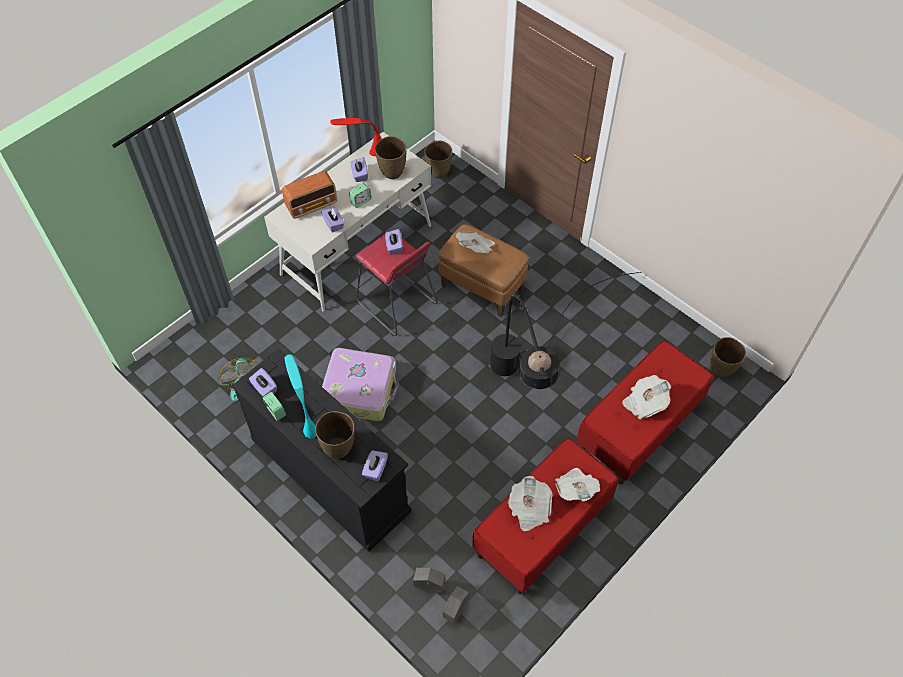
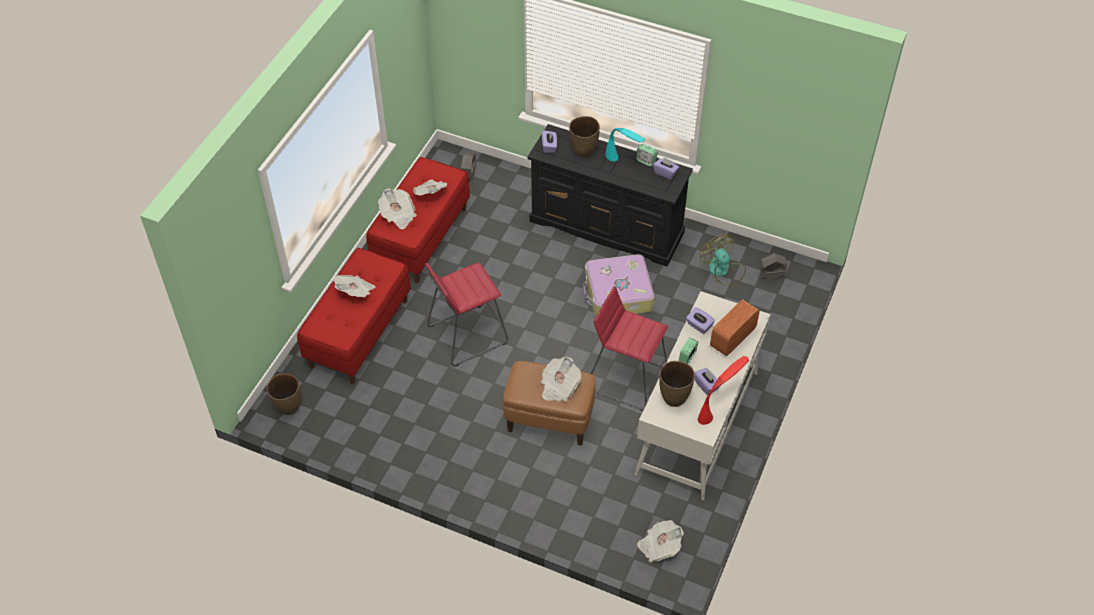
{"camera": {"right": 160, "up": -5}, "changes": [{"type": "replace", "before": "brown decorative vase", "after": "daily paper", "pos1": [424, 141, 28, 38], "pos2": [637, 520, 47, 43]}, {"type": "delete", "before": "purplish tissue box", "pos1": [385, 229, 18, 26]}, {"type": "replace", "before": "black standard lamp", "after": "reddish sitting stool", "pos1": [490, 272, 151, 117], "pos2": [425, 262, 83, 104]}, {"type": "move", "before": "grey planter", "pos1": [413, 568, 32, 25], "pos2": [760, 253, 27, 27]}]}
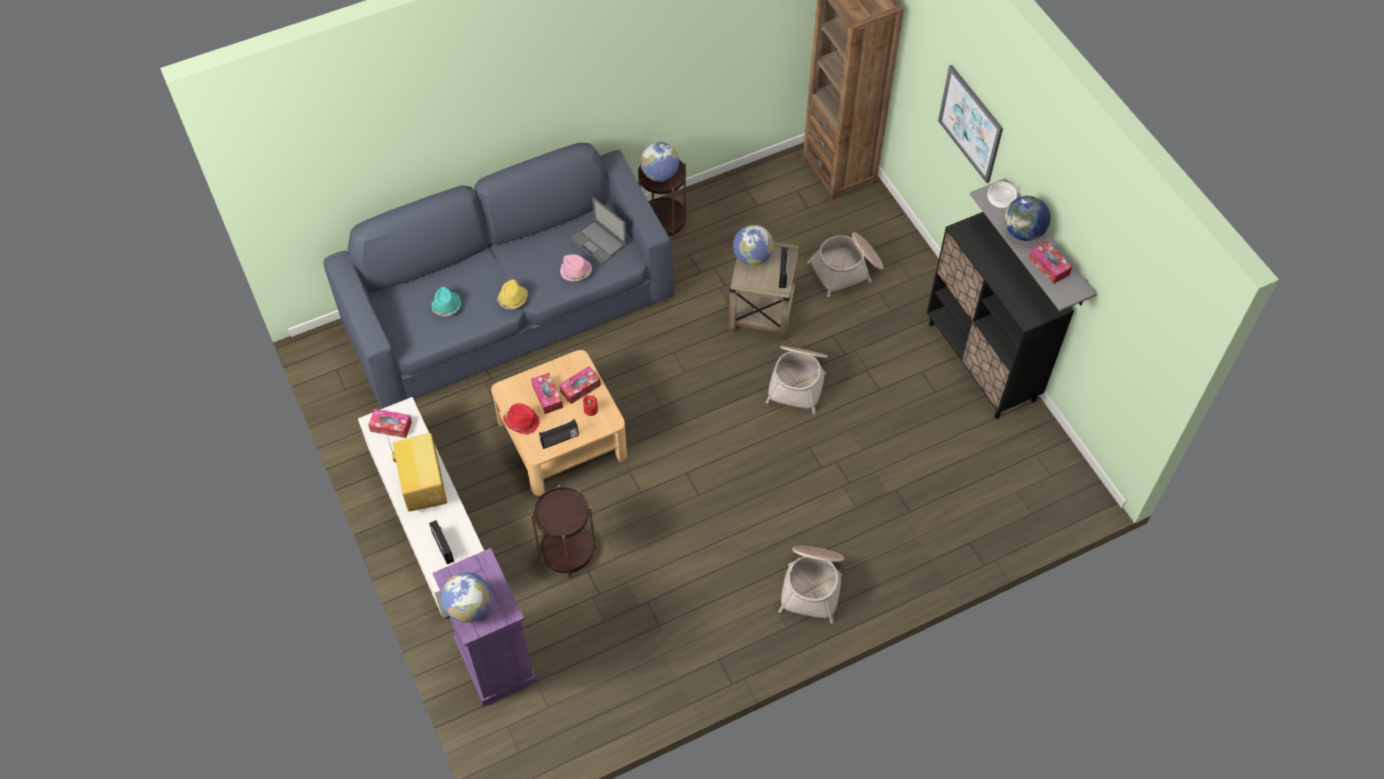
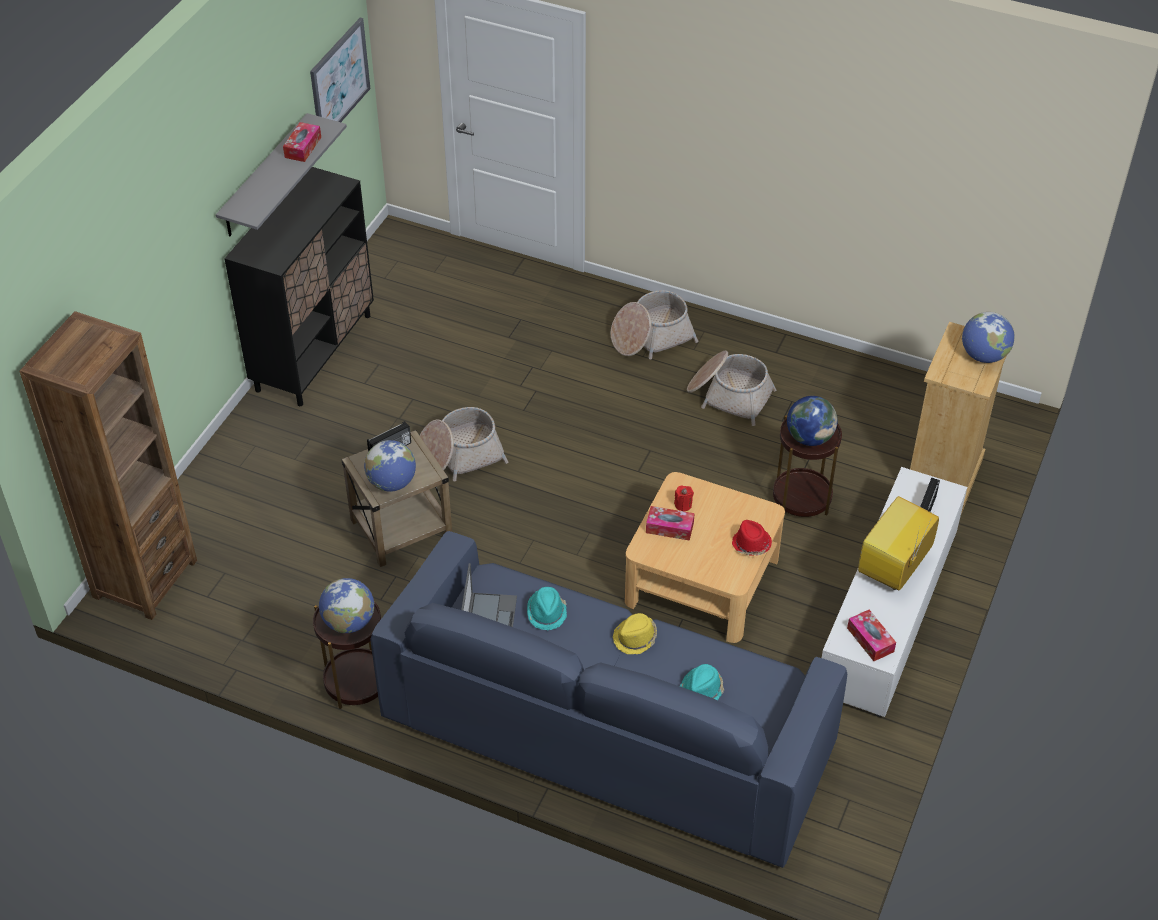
{"camera": {"right": -130, "up": -10}, "changes": [{"type": "move", "before": "wall picture", "pos1": [938, 65, 65, 118], "pos2": [310, 18, 61, 104]}, {"type": "delete", "before": "deep dish", "pos1": [987, 182, 30, 26]}, {"type": "move", "before": "globe", "pos1": [1004, 196, 47, 45], "pos2": [787, 396, 51, 50]}, {"type": "move", "before": "basket", "pos1": [807, 232, 77, 65], "pos2": [687, 351, 89, 75]}, {"type": "recolor", "before": "pink wearable hat", "after": "blue-green wearable hat", "pos1": [560, 254, 32, 28], "pos2": [527, 587, 40, 43]}, {"type": "delete", "before": "tissue box", "pos1": [531, 373, 32, 41]}, {"type": "delete", "before": "radio set", "pos1": [539, 419, 40, 30]}, {"type": "recolor", "before": "purplish chest of drawers", "after": "beige chest of drawers", "pos1": [433, 548, 104, 158], "pos2": [910, 322, 96, 192]}]}
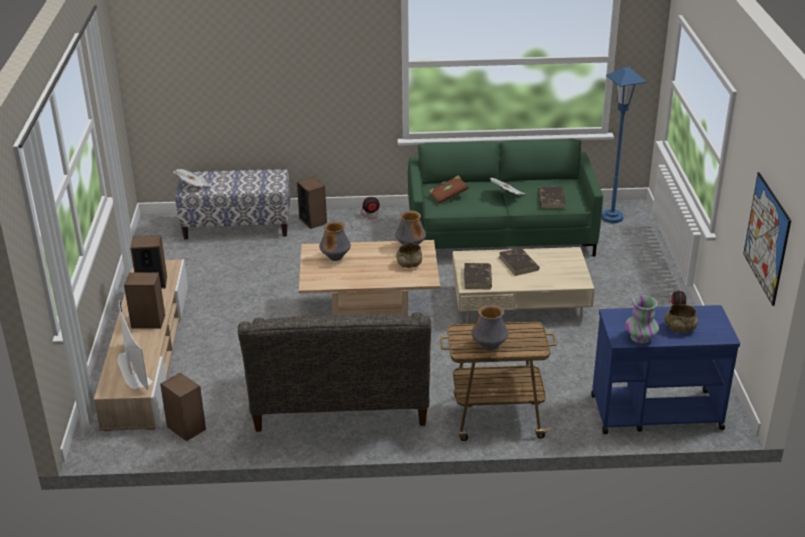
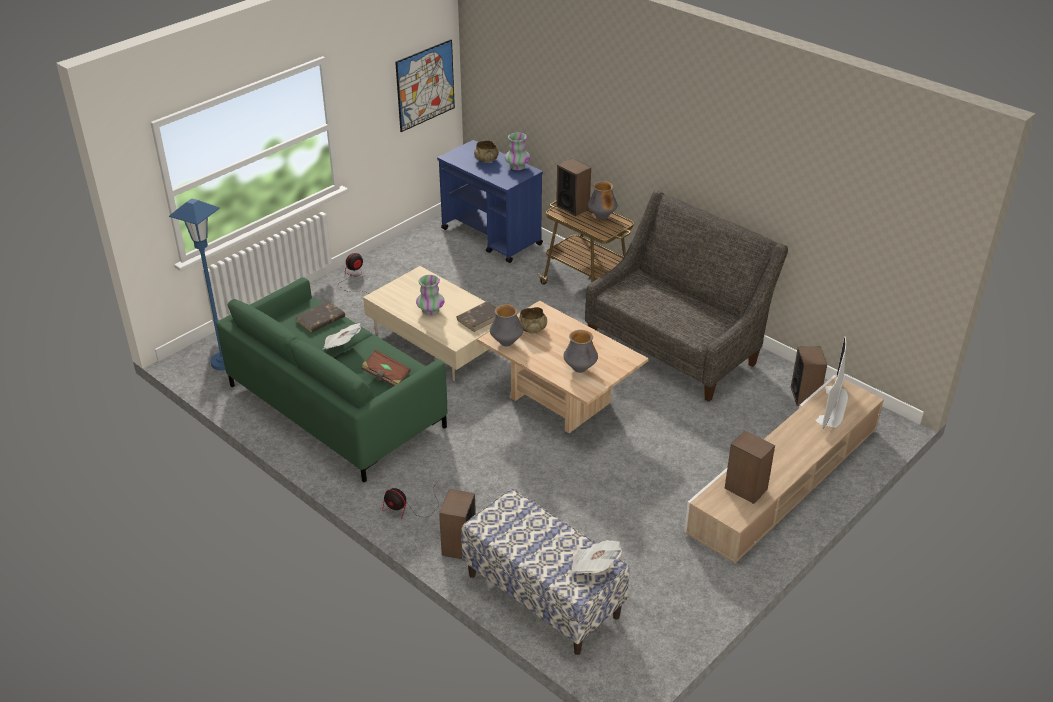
{"camera": {"right": -135, "up": 5}, "changes": [{"type": "replace", "before": "brown book", "after": "decorative vase", "pos1": [499, 248, 41, 28], "pos2": [416, 275, 29, 41]}, {"type": "move", "before": "speaker", "pos1": [124, 272, 41, 57], "pos2": [556, 158, 35, 58]}]}
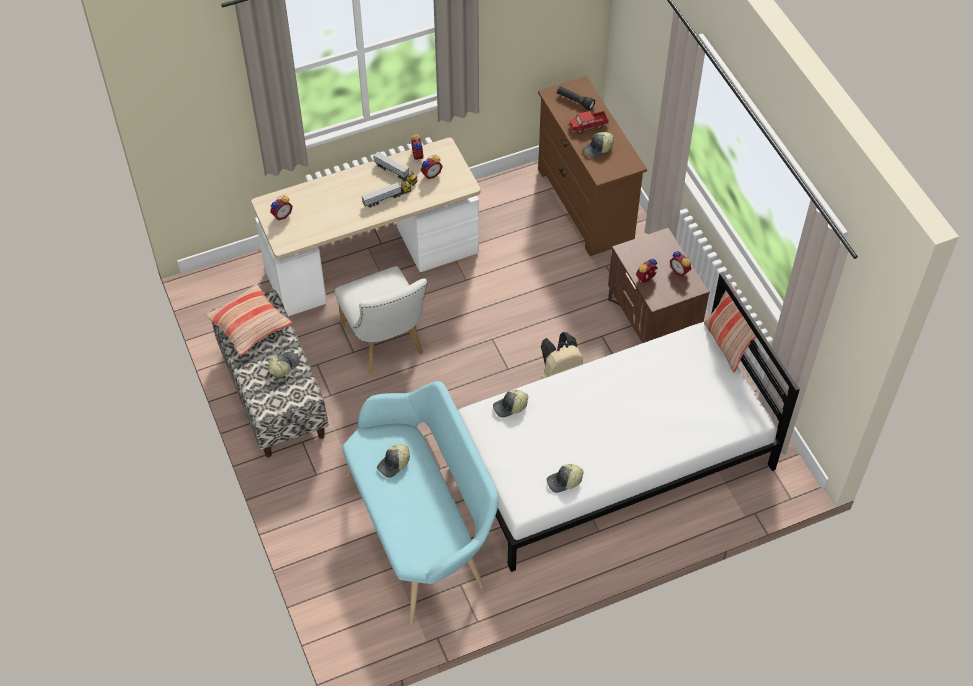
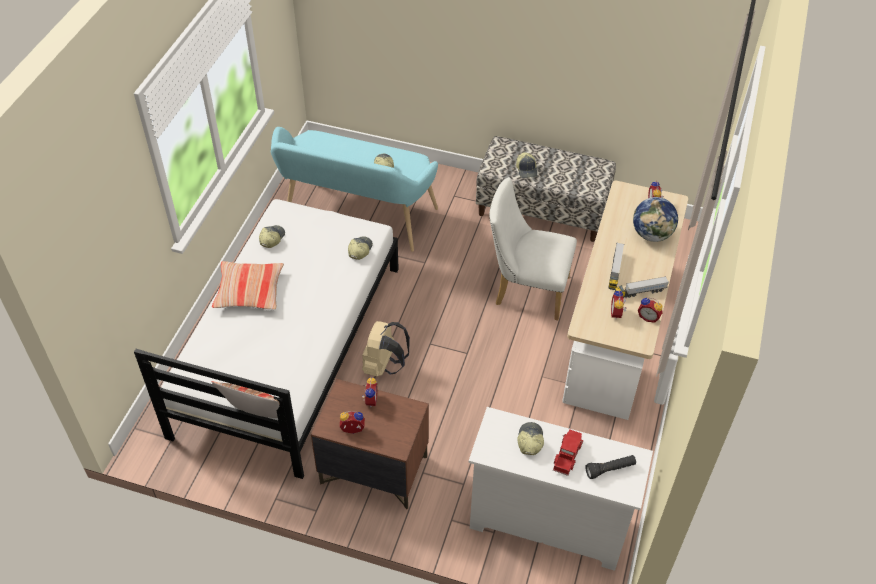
{"camera": {"right": 130, "up": -5}, "changes": [{"type": "recolor", "before": "brown chest of drawers", "after": "whitish chest of drawers", "pos1": [538, 76, 109, 180], "pos2": [468, 407, 185, 164]}, {"type": "move", "before": "throw pillow", "pos1": [205, 284, 87, 72], "pos2": [212, 261, 72, 49]}, {"type": "insert", "after": "globe", "pos2": [633, 197, 45, 45]}]}
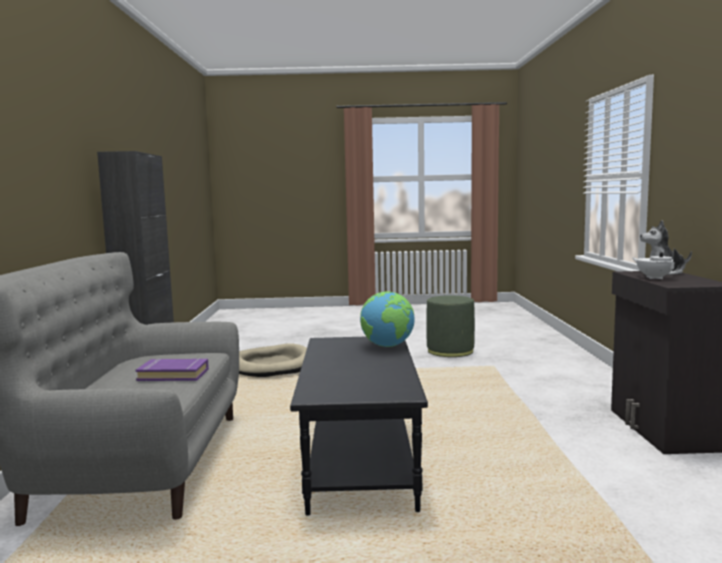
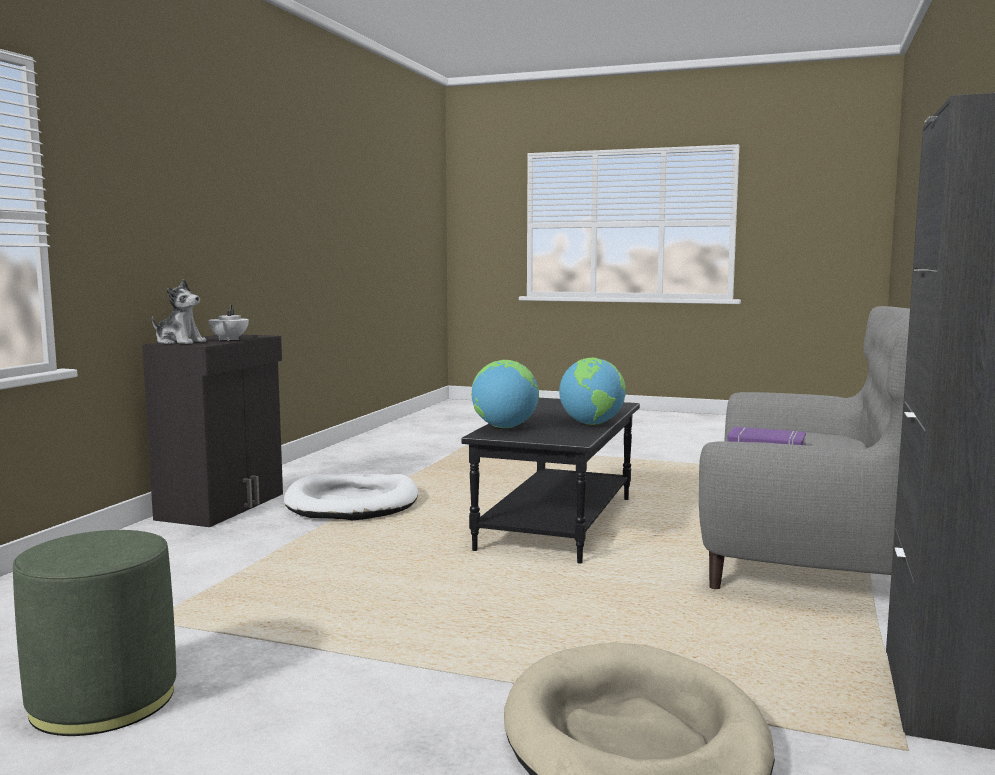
{"camera": {"right": -160, "up": 0}, "changes": [{"type": "insert", "after": "globe", "pos2": [559, 358, 67, 67]}, {"type": "insert", "after": "whitish dog cushion", "pos2": [284, 474, 134, 46]}]}
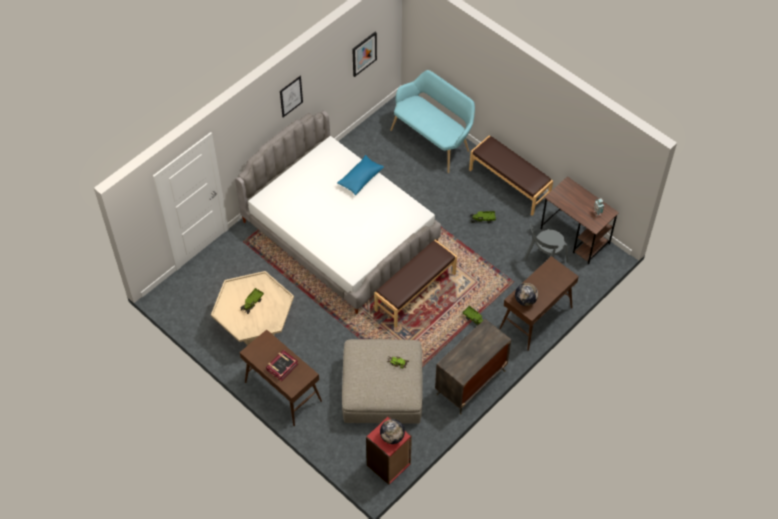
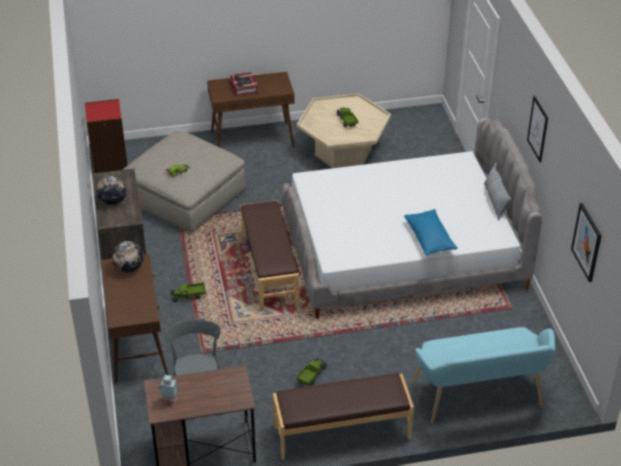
{"camera": {"right": 125, "up": -15}, "changes": [{"type": "move", "before": "globe", "pos1": [380, 419, 25, 25], "pos2": [96, 176, 30, 29]}, {"type": "insert", "after": "throw pillow", "pos2": [484, 163, 27, 57]}]}
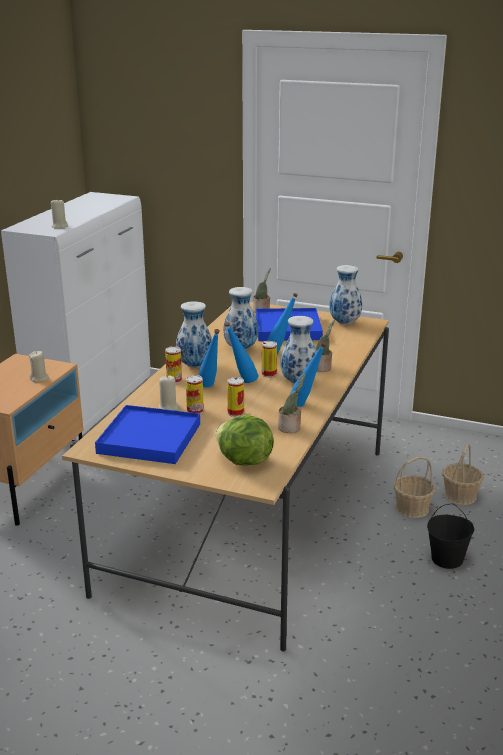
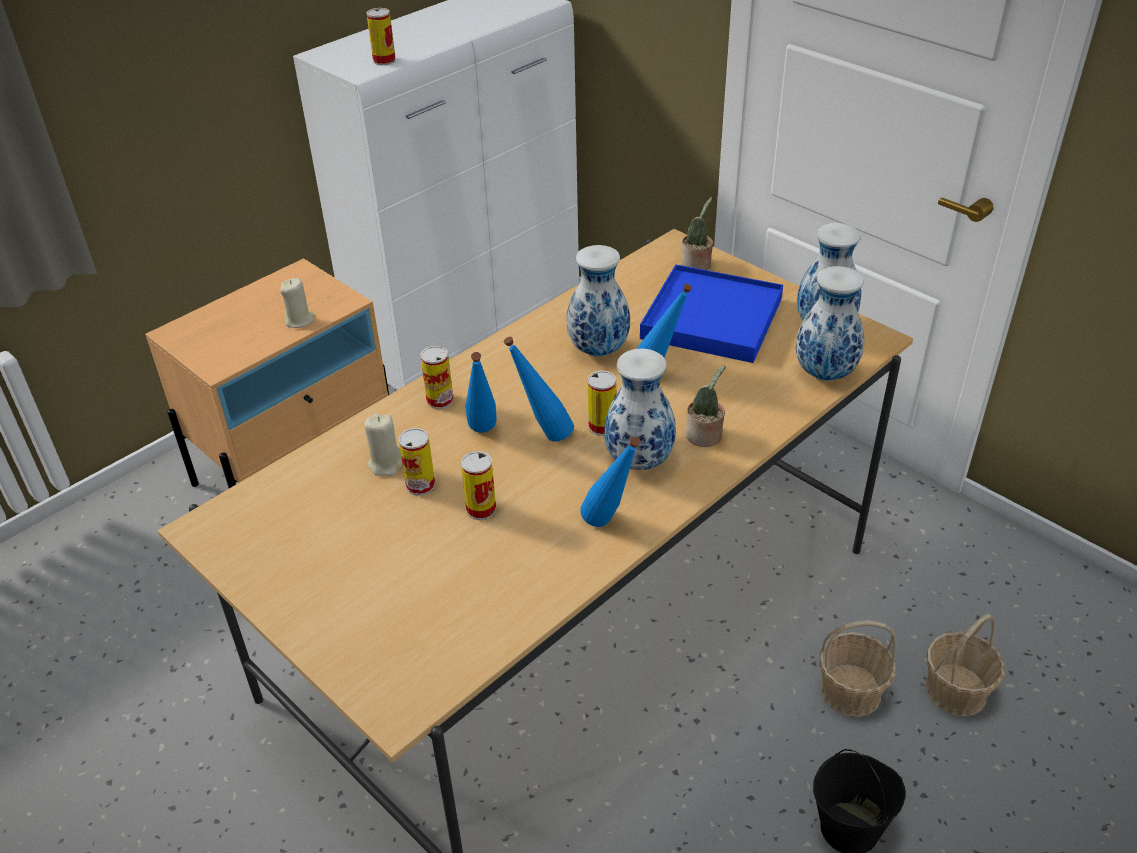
{"camera": {"right": 25, "up": 15}, "changes": [{"type": "replace", "before": "beige candle", "after": "metal can", "pos1": [51, 198, 17, 31], "pos2": [366, 8, 30, 57]}, {"type": "move", "before": "decorative vase", "pos1": [176, 301, 36, 67], "pos2": [796, 266, 68, 115]}, {"type": "delete", "before": "potted plant", "pos1": [278, 373, 27, 60]}, {"type": "delete", "before": "blue carrying tray", "pos1": [95, 405, 105, 59]}, {"type": "delete", "before": "lettuce head", "pos1": [216, 415, 58, 50]}]}
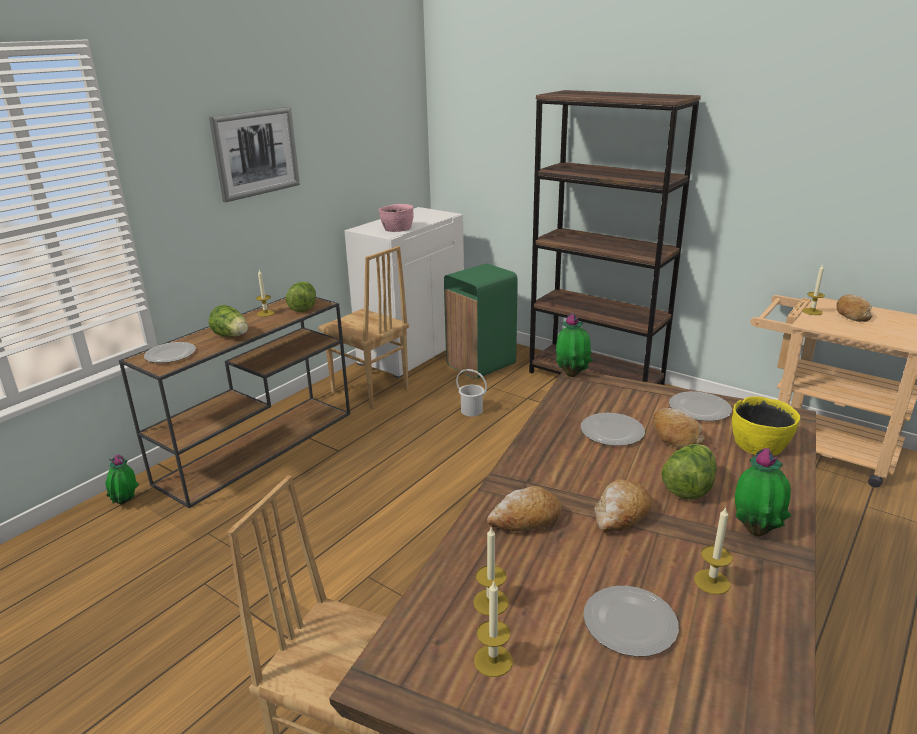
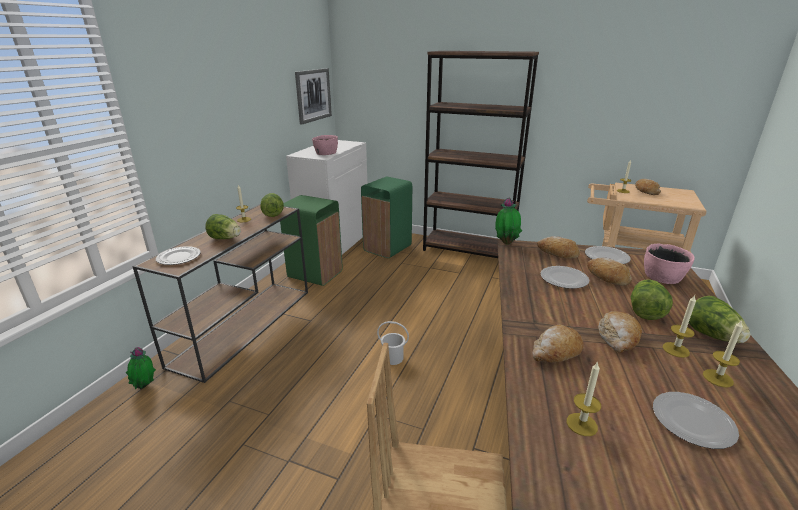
{"camera": {"right": -15, "up": 0}, "changes": [{"type": "move", "before": "wall picture", "pos1": [209, 107, 91, 95], "pos2": [295, 68, 37, 56]}, {"type": "replace", "before": "brown plain chair", "after": "green-coloured rubbish bin", "pos1": [318, 246, 91, 163], "pos2": [280, 195, 62, 91]}, {"type": "move", "before": "whitish bucket", "pos1": [456, 369, 31, 48], "pos2": [377, 321, 32, 44]}, {"type": "recolor", "before": "yellowish deep dish", "after": "pink deep dish", "pos1": [732, 397, 68, 58], "pos2": [644, 244, 51, 40]}, {"type": "replace", "before": "potted plant", "after": "lettuce head", "pos1": [735, 448, 56, 88], "pos2": [689, 296, 61, 47]}, {"type": "move", "before": "candle", "pos1": [474, 581, 39, 96], "pos2": [663, 295, 33, 63]}, {"type": "insert", "after": "bread", "pos2": [537, 236, 43, 23]}]}
